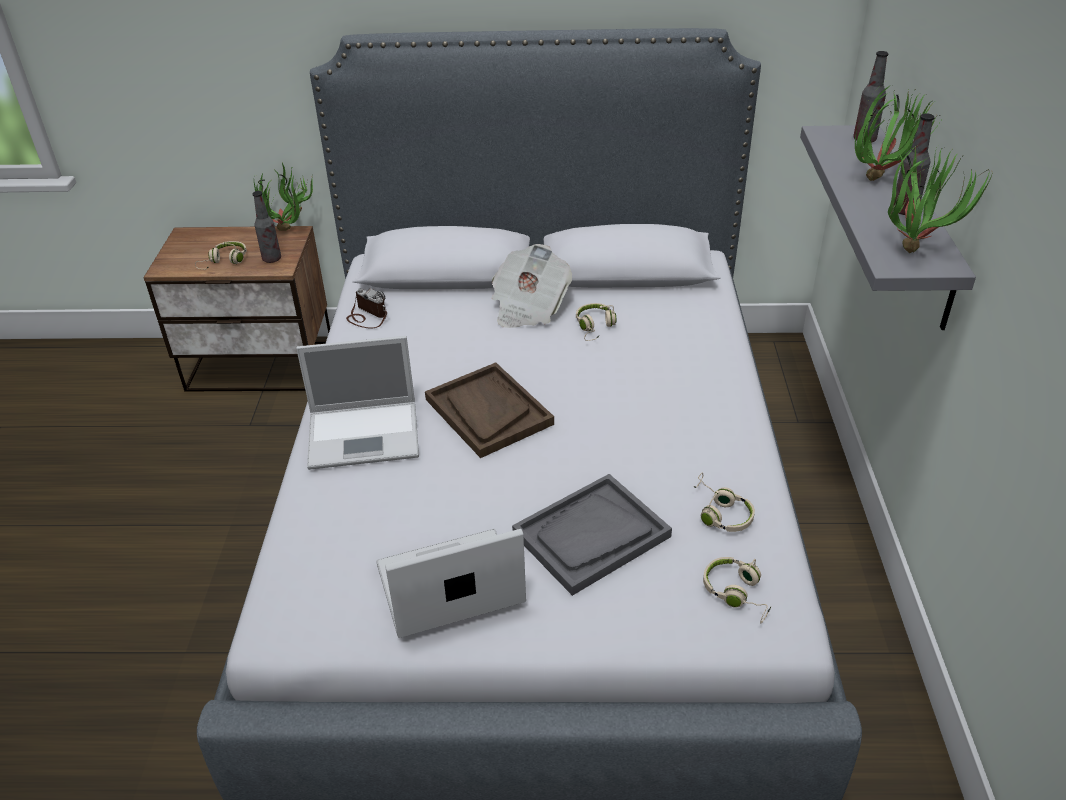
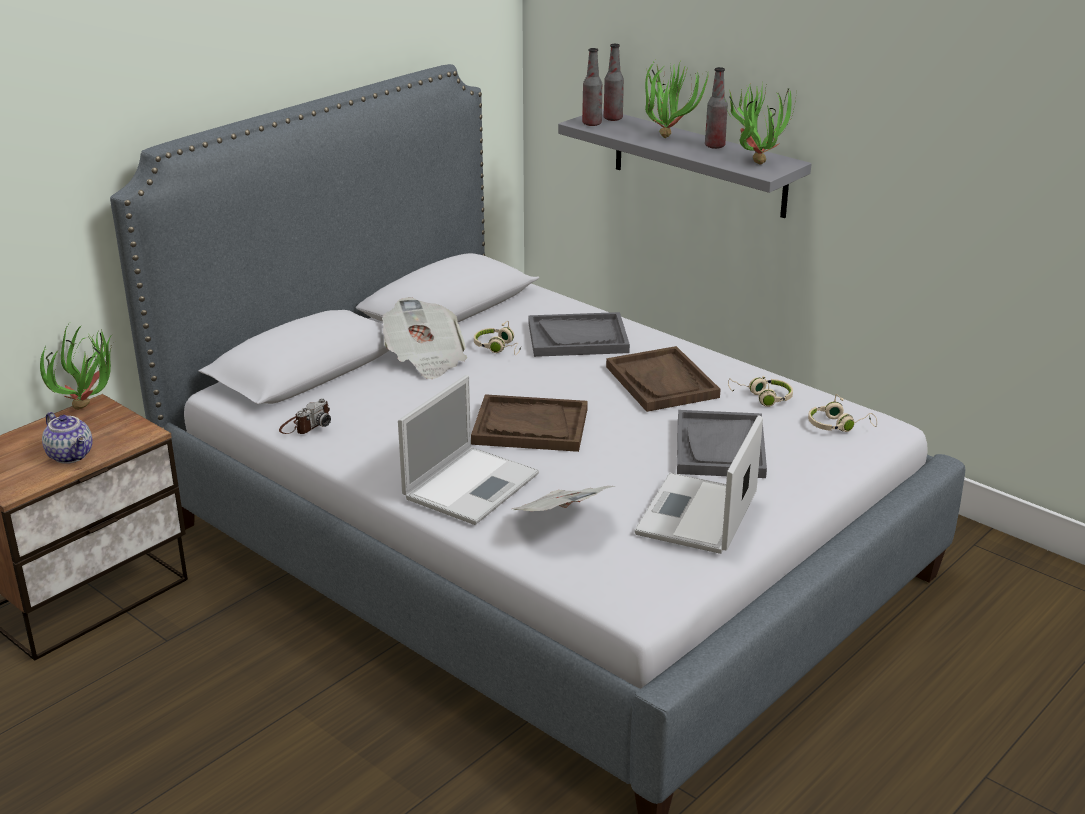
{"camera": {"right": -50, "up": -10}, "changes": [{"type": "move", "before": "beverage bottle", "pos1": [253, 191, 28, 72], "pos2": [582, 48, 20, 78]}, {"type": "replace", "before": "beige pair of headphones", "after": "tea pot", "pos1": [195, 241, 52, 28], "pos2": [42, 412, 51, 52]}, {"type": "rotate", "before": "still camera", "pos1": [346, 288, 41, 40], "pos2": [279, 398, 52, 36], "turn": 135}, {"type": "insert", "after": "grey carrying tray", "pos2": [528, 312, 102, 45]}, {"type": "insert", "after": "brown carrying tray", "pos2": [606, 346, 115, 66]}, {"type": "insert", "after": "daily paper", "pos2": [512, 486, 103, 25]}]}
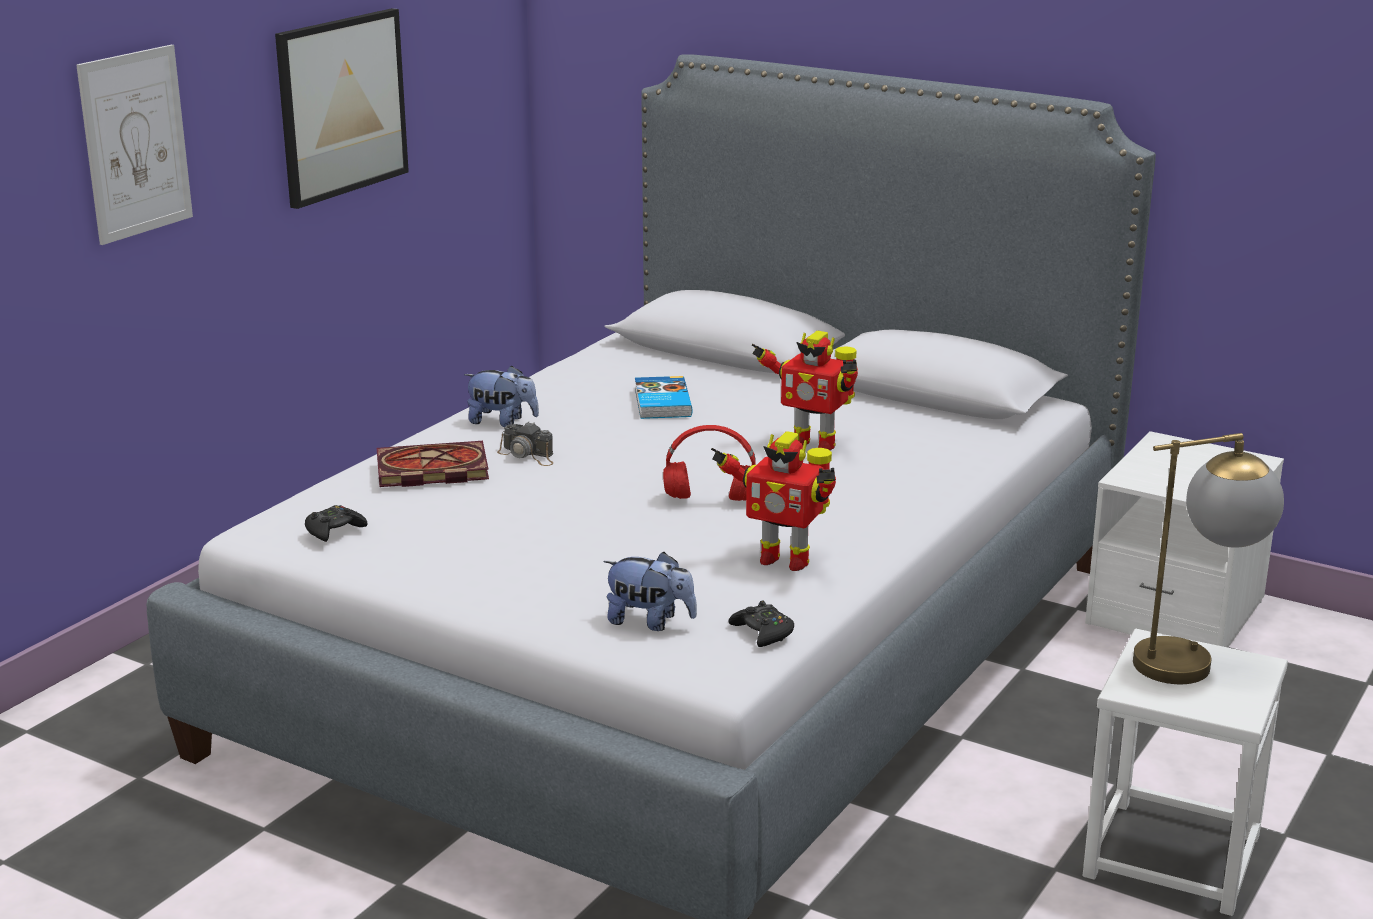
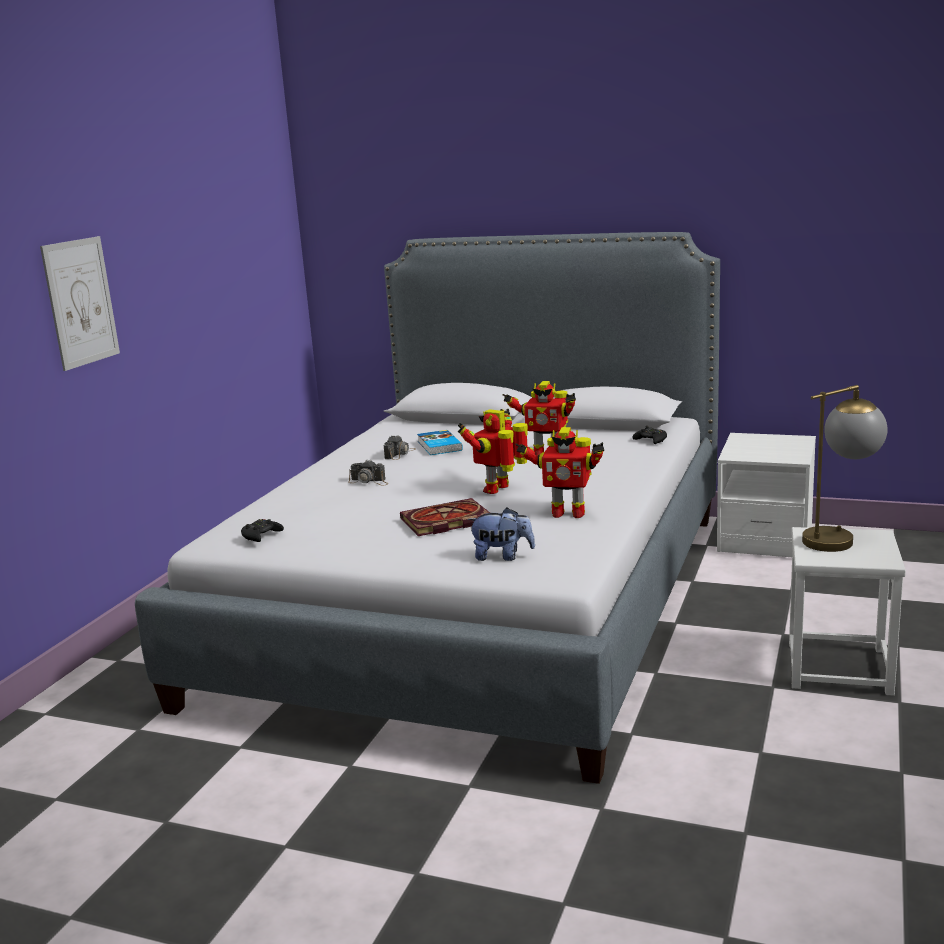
{"camera": {"right": -10, "up": -5}, "changes": [{"type": "delete", "before": "wall picture", "pos1": [275, 8, 134, 201]}, {"type": "delete", "before": "plush toy", "pos1": [464, 365, 75, 62]}, {"type": "replace", "before": "reddish pair of headphones", "after": "toy robot", "pos1": [663, 425, 93, 76], "pos2": [457, 409, 71, 85]}, {"type": "move", "before": "book", "pos1": [377, 441, 112, 46], "pos2": [400, 498, 90, 38]}, {"type": "move", "before": "black game controller", "pos1": [728, 600, 66, 47], "pos2": [632, 426, 35, 18]}, {"type": "insert", "after": "still camera", "pos2": [384, 436, 32, 24]}]}
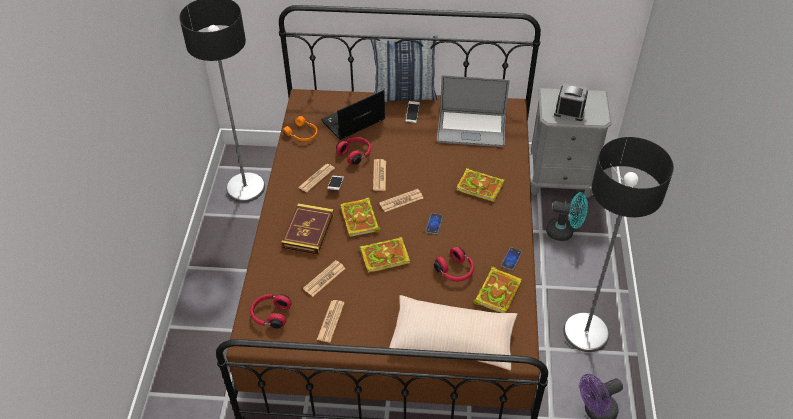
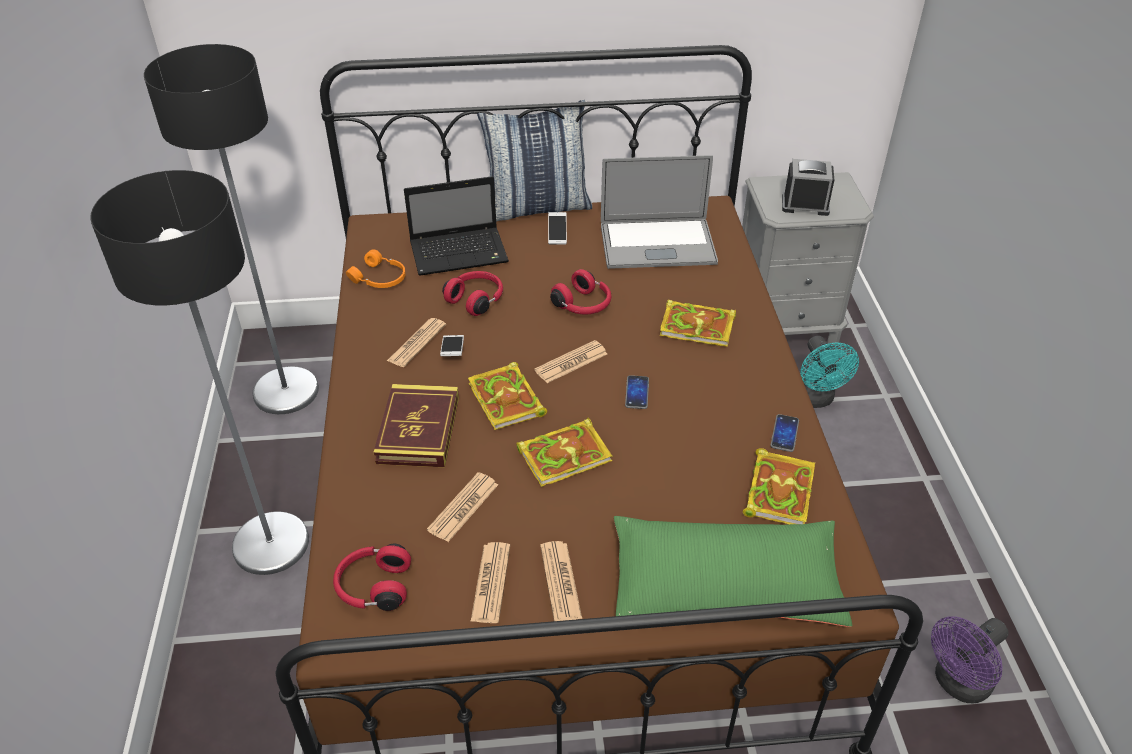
{"camera": {"right": -10, "up": -5}, "changes": [{"type": "rotate", "before": "laptop", "pos1": [321, 90, 64, 50], "pos2": [404, 176, 105, 100], "turn": -150}, {"type": "move", "before": "standard lamp", "pos1": [563, 137, 111, 215], "pos2": [90, 170, 219, 405]}, {"type": "move", "before": "daily paper", "pos1": [373, 159, 13, 32], "pos2": [540, 541, 42, 80]}, {"type": "rotate", "before": "blue-green fan", "pos1": [546, 192, 42, 49], "pos2": [800, 336, 59, 72], "turn": 75}, {"type": "move", "before": "reddish pair of headphones", "pos1": [434, 247, 40, 34], "pos2": [550, 269, 61, 45]}, {"type": "recolor", "before": "beige throw pillow", "after": "green-coloured throw pillow", "pos1": [389, 295, 128, 75], "pos2": [614, 516, 239, 111]}]}
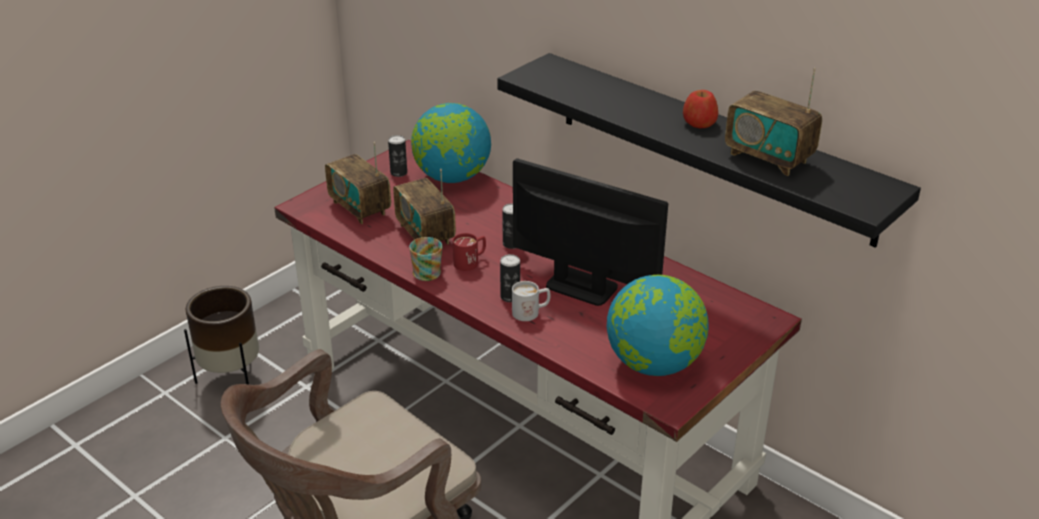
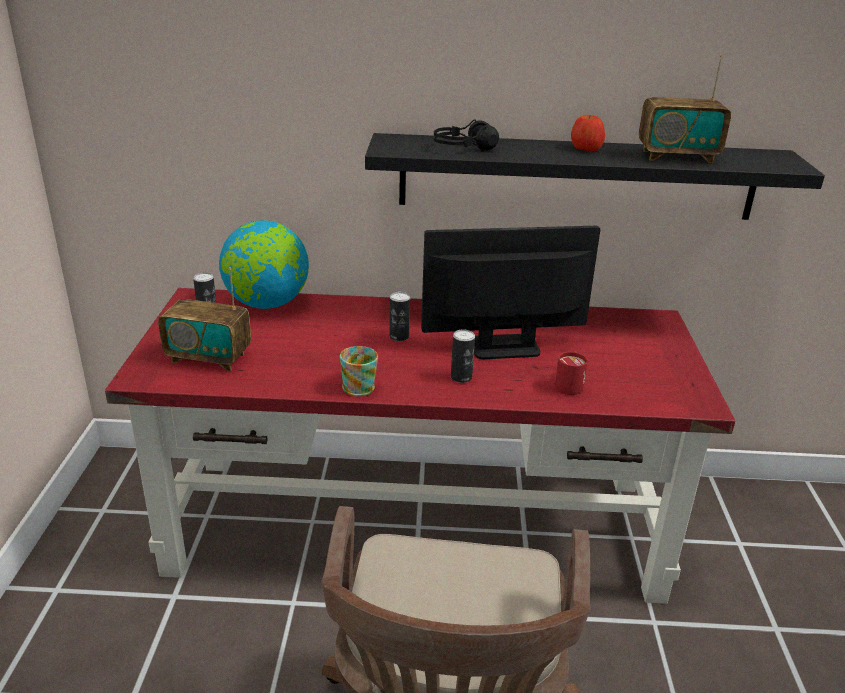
{"camera": {"right": -40, "up": -5}, "changes": [{"type": "delete", "before": "radio set", "pos1": [393, 169, 63, 76]}, {"type": "move", "before": "reddish tea mug", "pos1": [453, 233, 33, 38], "pos2": [555, 351, 33, 44]}, {"type": "delete", "before": "globe", "pos1": [607, 275, 102, 101]}, {"type": "delete", "before": "whitish tea mug", "pos1": [512, 281, 38, 40]}, {"type": "delete", "before": "brown planter", "pos1": [184, 286, 75, 99]}, {"type": "insert", "after": "black pair of headphones", "pos2": [434, 119, 65, 32]}]}
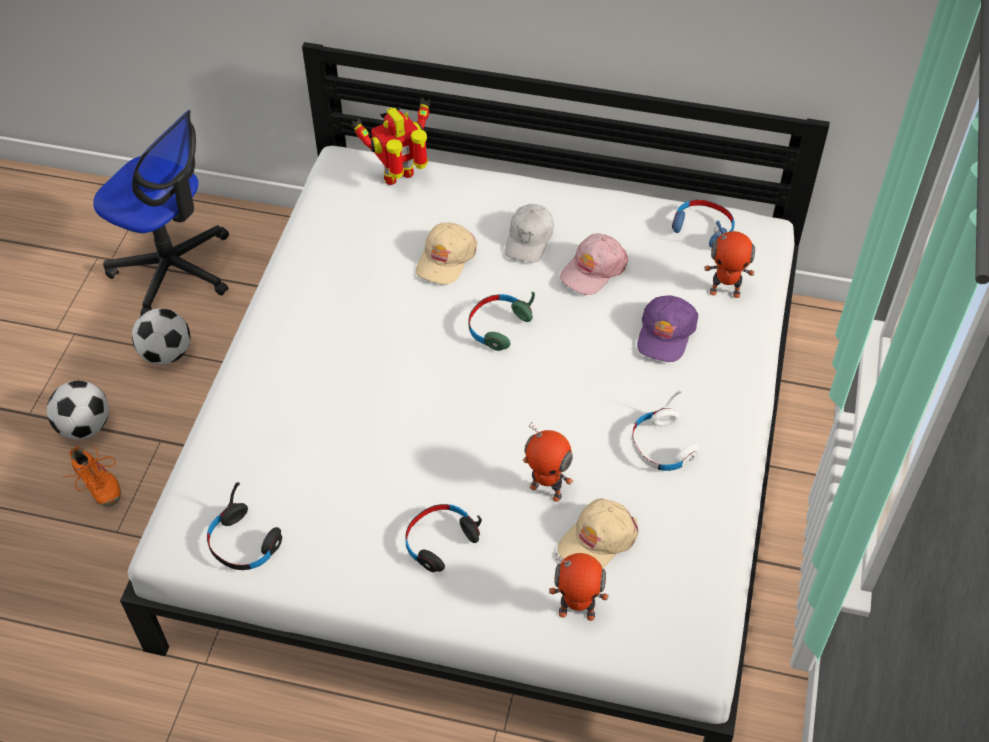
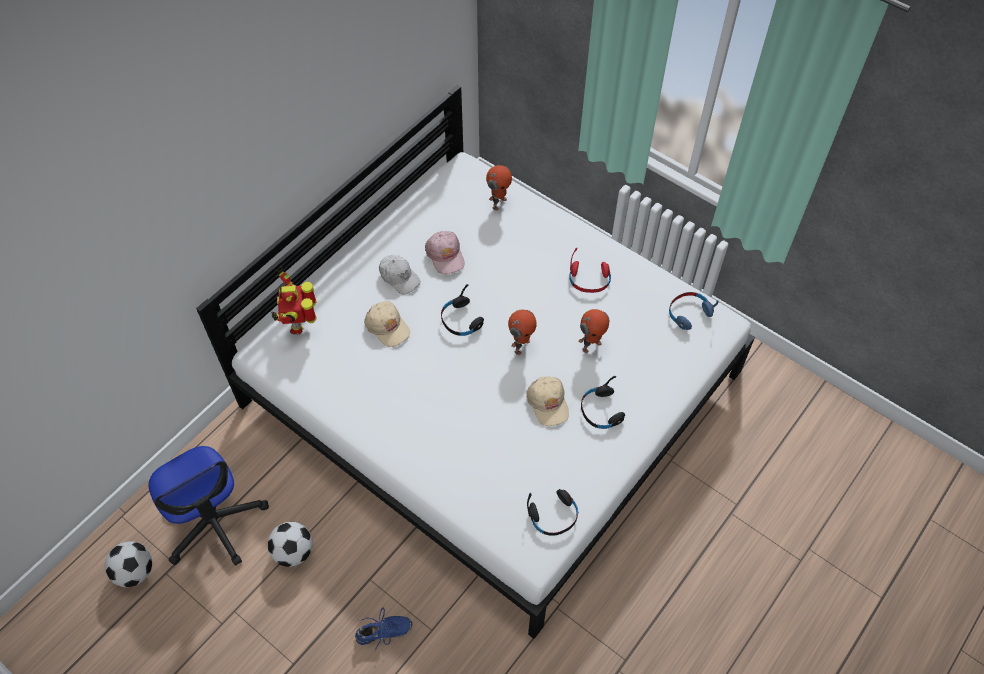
{"camera": {"right": -65, "up": 5}, "changes": [{"type": "rotate", "before": "computer chair", "pos1": [93, 110, 136, 205], "pos2": [148, 446, 121, 120], "turn": 90}, {"type": "move", "before": "blue pair of headphones", "pos1": [672, 200, 63, 48], "pos2": [669, 292, 50, 38]}, {"type": "recolor", "before": "green-coloured pair of headphones", "after": "black pair of headphones", "pos1": [468, 292, 67, 59], "pos2": [441, 284, 43, 52]}, {"type": "delete", "before": "purplish peaked cap", "pos1": [637, 295, 61, 67]}, {"type": "move", "before": "ball for football", "pos1": [47, 380, 62, 60], "pos2": [105, 541, 47, 46]}, {"type": "recolor", "before": "whitish pair of headphones", "after": "reddish pair of headphones", "pos1": [631, 390, 69, 81], "pos2": [569, 247, 42, 46]}, {"type": "recolor", "before": "orange item of footwear", "after": "blue item of footwear", "pos1": [62, 444, 59, 63], "pos2": [355, 608, 58, 42]}, {"type": "move", "before": "beige peaked cap", "pos1": [557, 498, 81, 70], "pos2": [526, 376, 43, 50]}, {"type": "move", "before": "toy robot", "pos1": [549, 553, 60, 68], "pos2": [508, 310, 29, 45]}]}
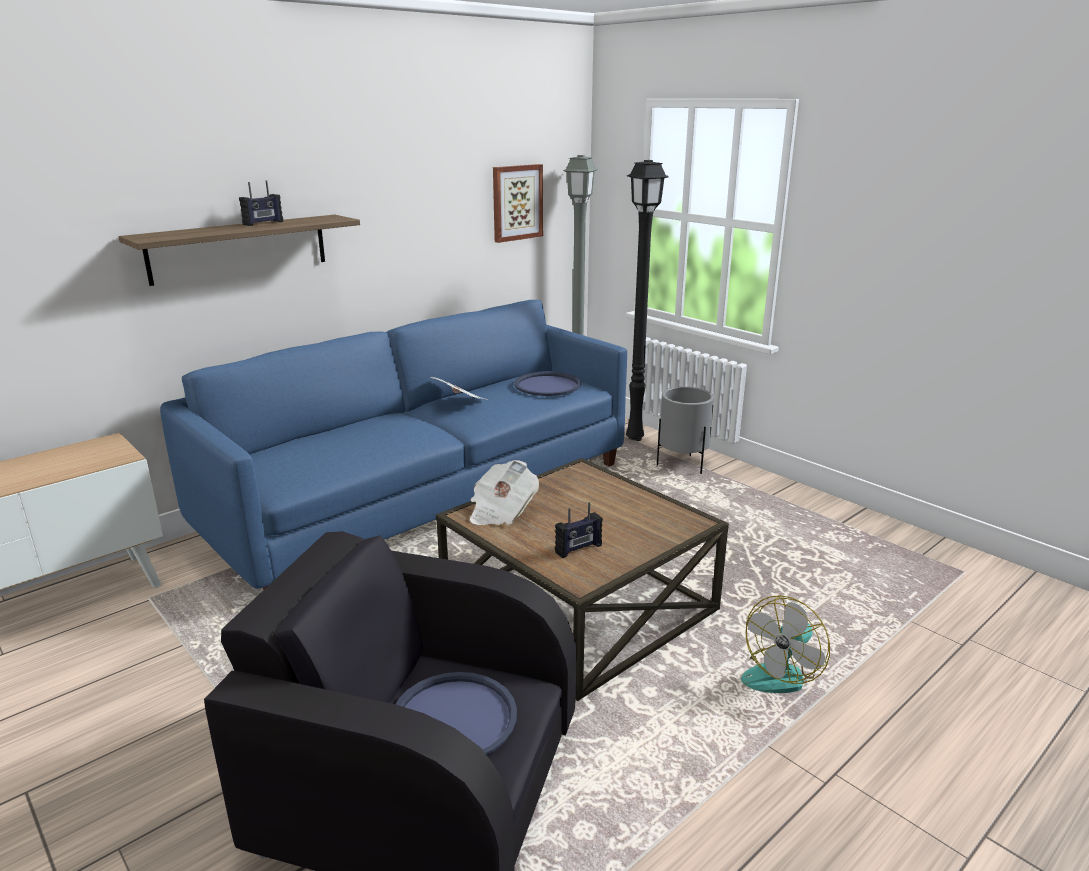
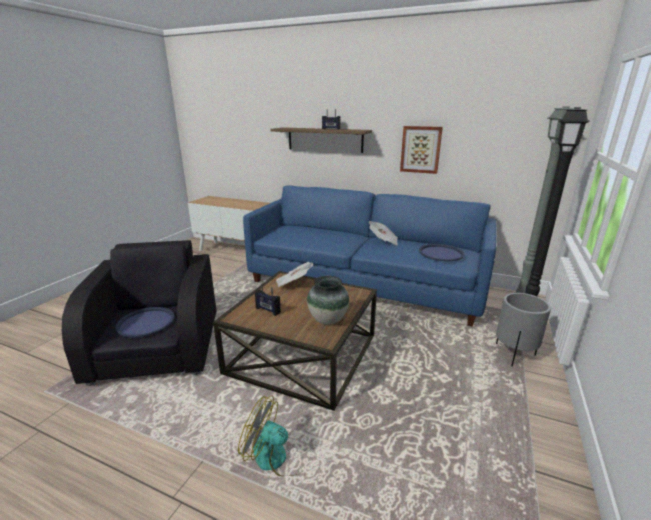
{"camera": {"right": 65, "up": 0}, "changes": [{"type": "move", "before": "wall picture", "pos1": [493, 164, 50, 79], "pos2": [400, 126, 43, 48]}, {"type": "insert", "after": "decorative vase", "pos2": [307, 276, 42, 49]}]}
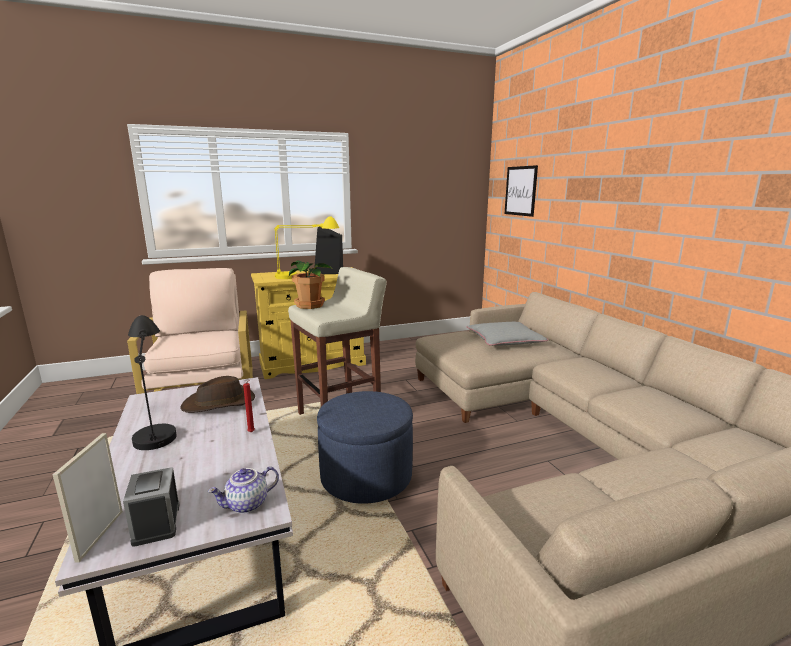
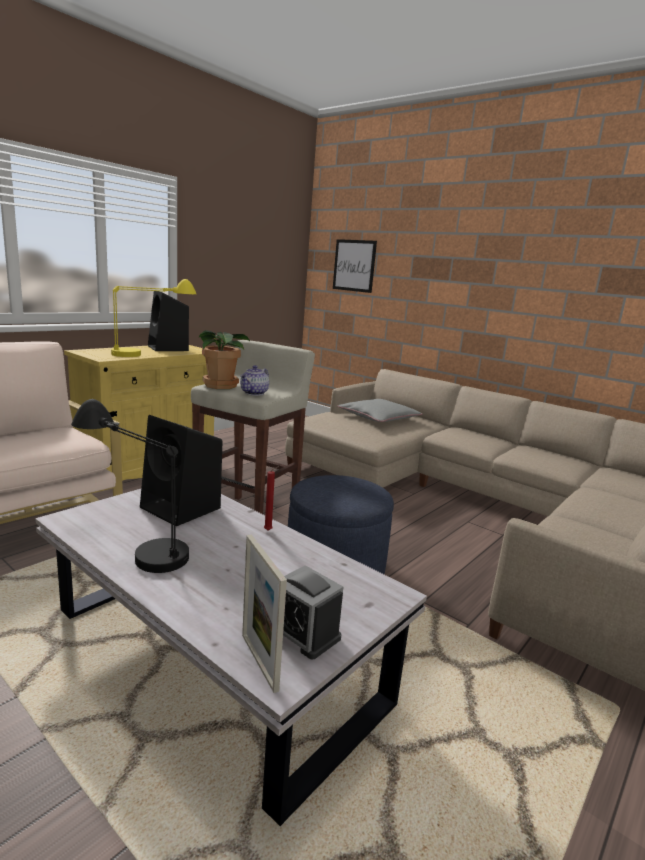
{"camera": {"right": -30, "up": 0}, "changes": [{"type": "replace", "before": "brown wearable hat", "after": "black speaker", "pos1": [180, 376, 75, 37], "pos2": [140, 415, 82, 111]}, {"type": "move", "before": "tea pot", "pos1": [208, 466, 71, 48], "pos2": [240, 365, 29, 31]}]}
